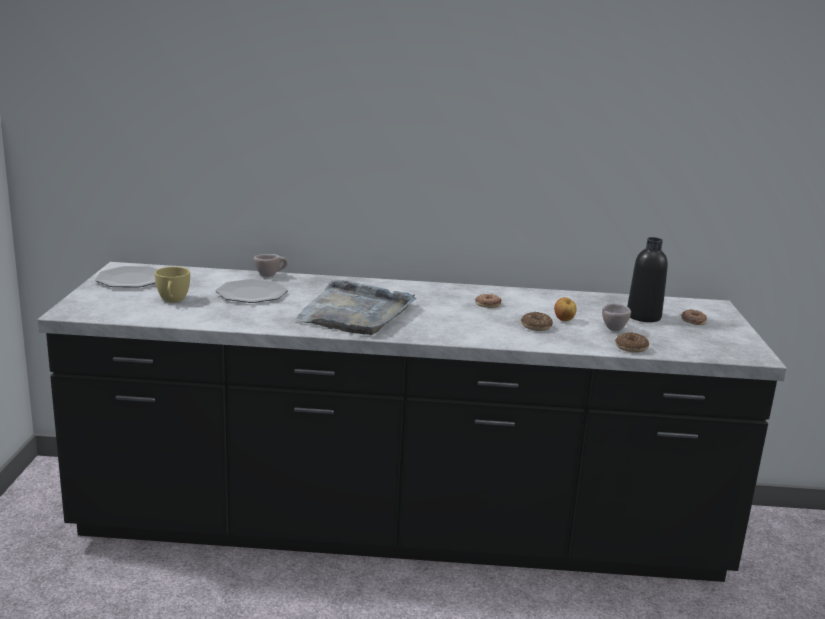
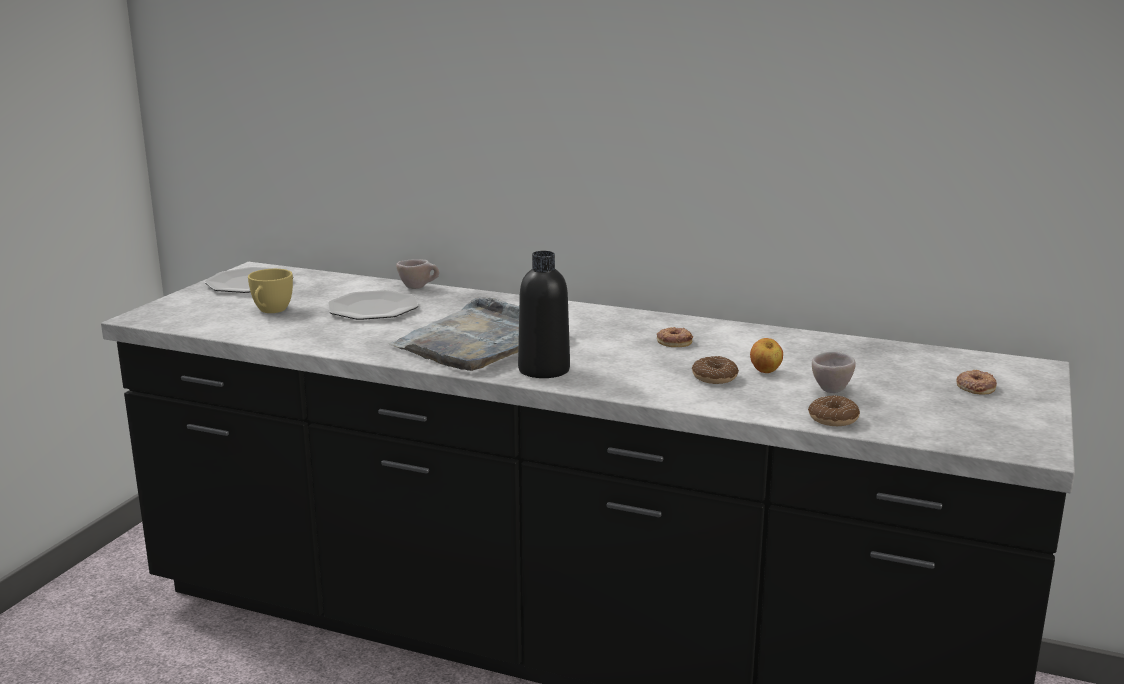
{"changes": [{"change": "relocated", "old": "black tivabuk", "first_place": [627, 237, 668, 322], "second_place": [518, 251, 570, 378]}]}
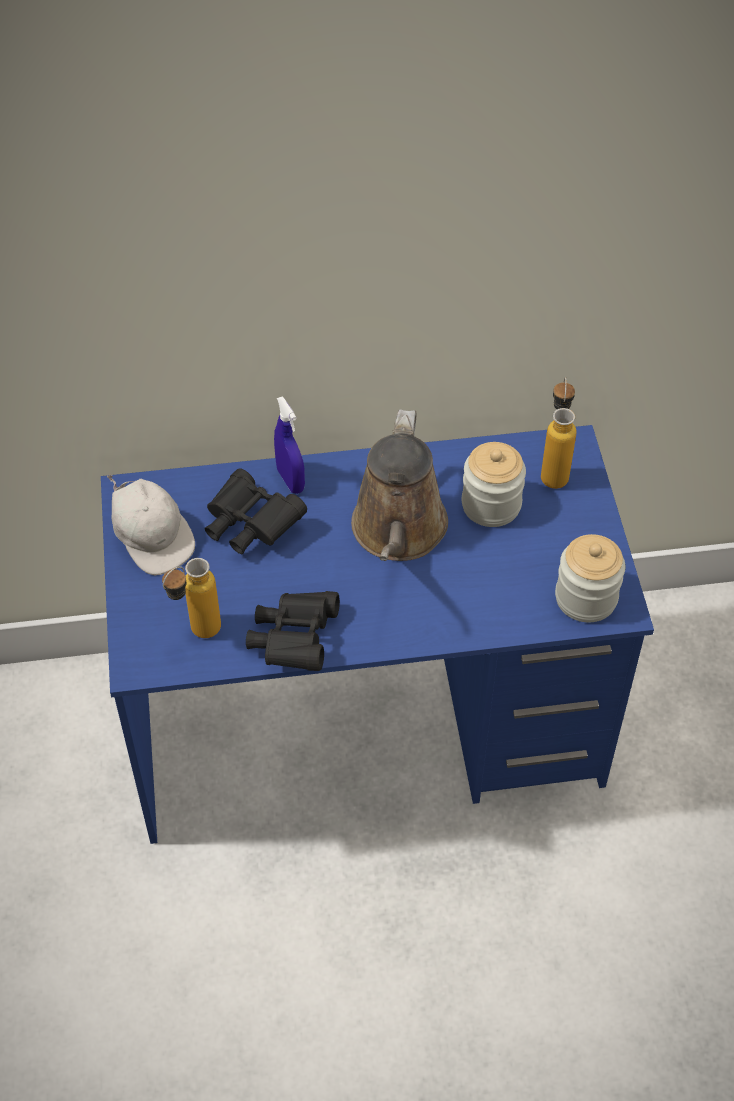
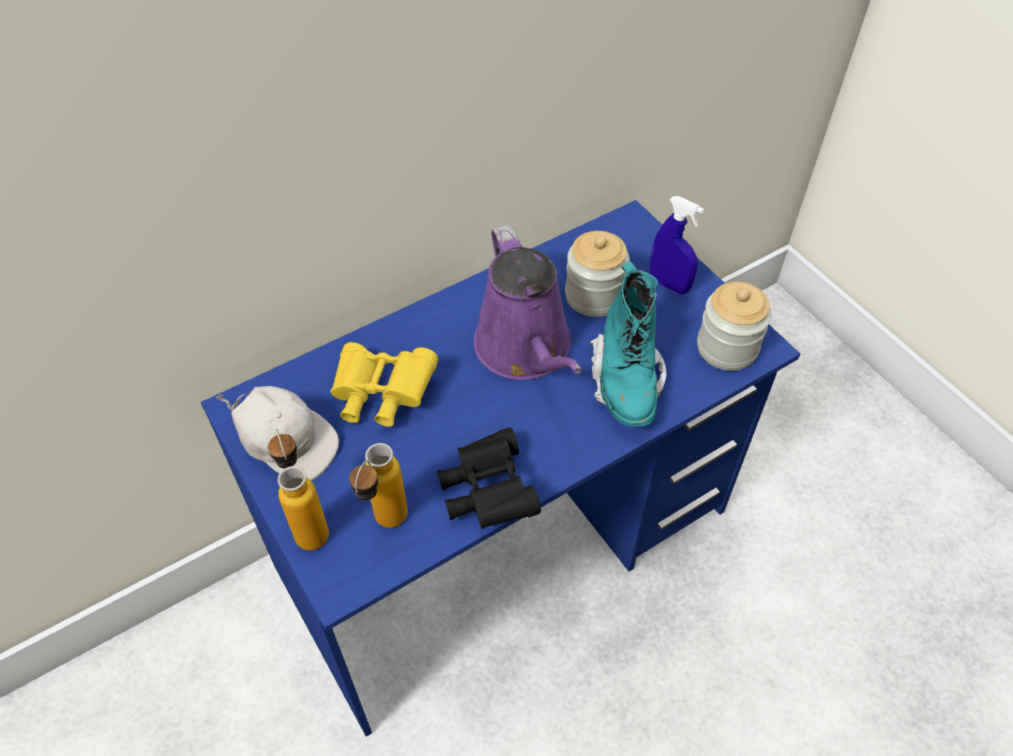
{"changes": [{"change": "relocated", "old": "tivabuk", "first_place": [541, 377, 576, 489], "second_place": [268, 429, 329, 550]}, {"change": "relocated", "old": "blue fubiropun", "first_place": [274, 396, 305, 494], "second_place": [650, 196, 704, 294]}, {"change": "colour", "old": "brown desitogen", "new": "purple desitogen", "first_place": [351, 409, 448, 561], "second_place": [474, 225, 582, 380]}, {"change": "colour", "old": "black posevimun", "new": "yellow posevimun", "first_place": [205, 468, 307, 554], "second_place": [330, 342, 438, 427]}, {"change": "appeared", "new": "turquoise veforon", "second_place": [590, 261, 666, 427]}]}
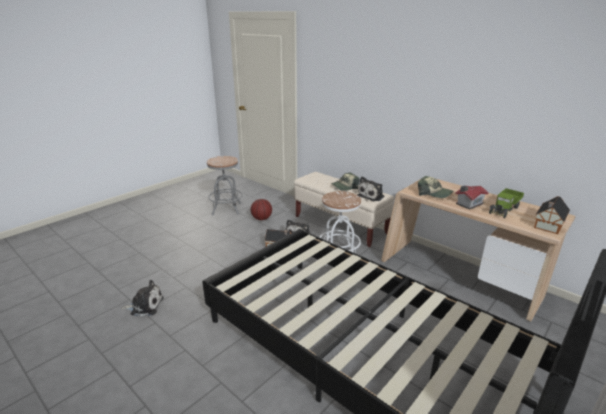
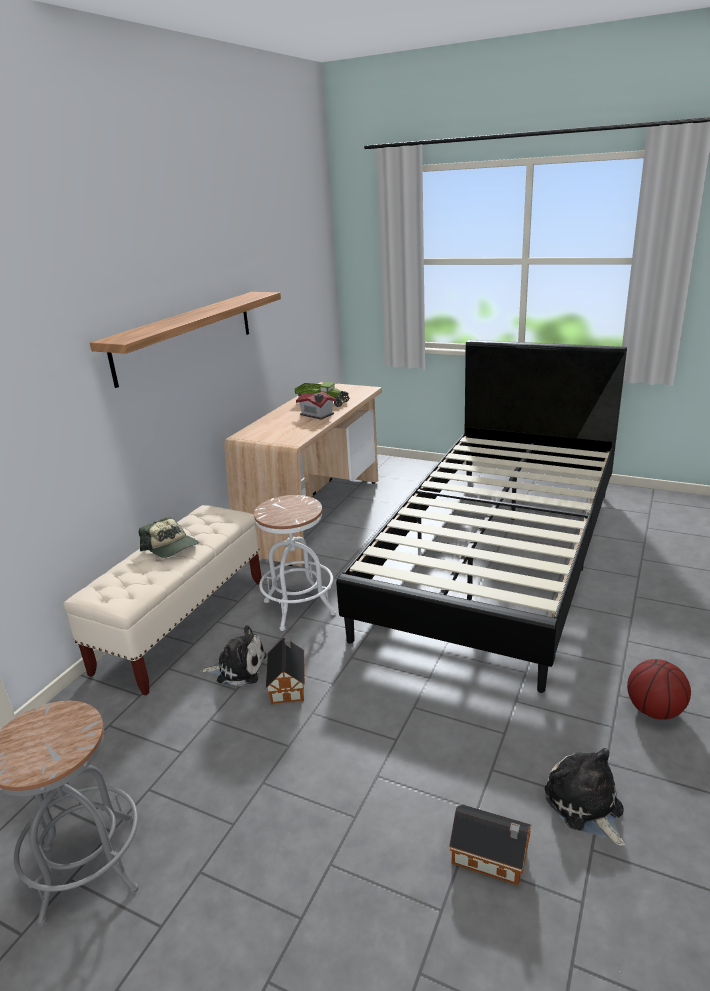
{"changes": [{"change": "missing", "old": "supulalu", "first_place": [418, 176, 453, 198]}, {"change": "missing", "old": "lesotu", "first_place": [357, 177, 385, 201]}, {"change": "relocated", "old": "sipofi", "first_place": [534, 196, 570, 234], "second_place": [449, 804, 531, 885]}, {"change": "relocated", "old": "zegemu", "first_place": [251, 199, 272, 220], "second_place": [627, 659, 691, 720]}, {"change": "appeared", "new": "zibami", "second_place": [90, 292, 281, 388]}]}
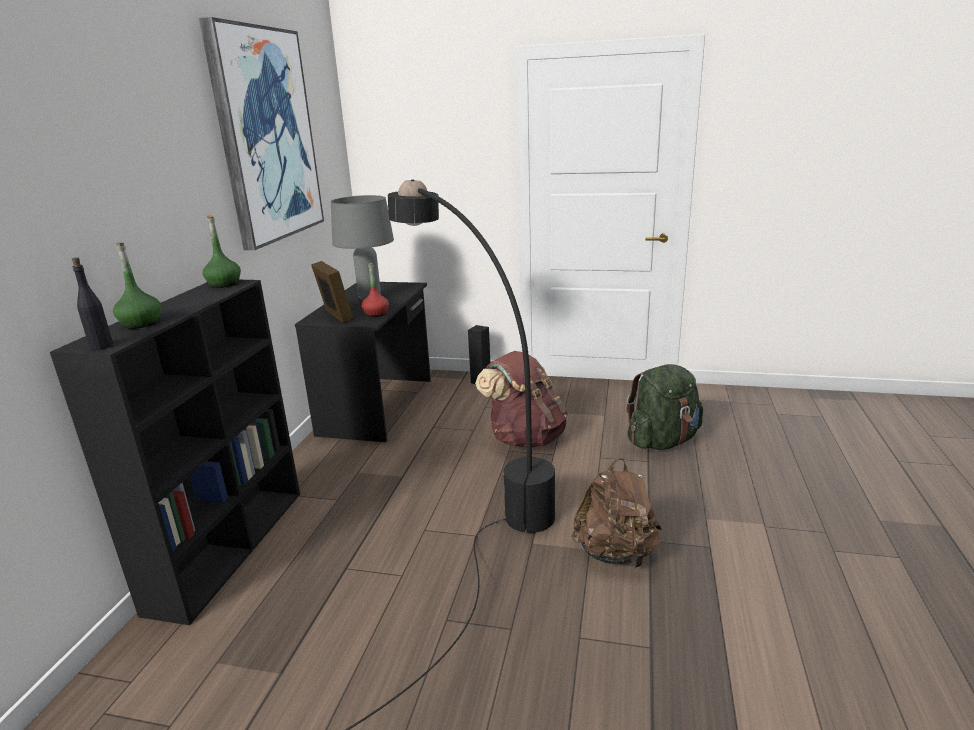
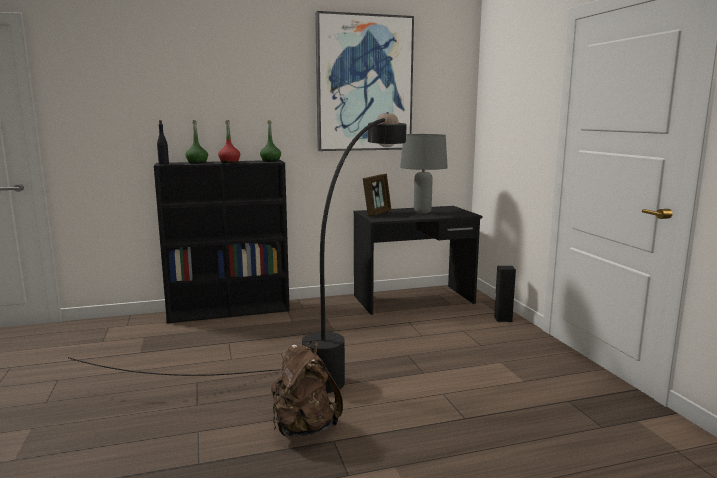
{"changes": [{"change": "relocated", "old": "red tivabuk", "first_place": [362, 263, 389, 317], "second_place": [218, 120, 240, 163]}, {"change": "missing", "old": "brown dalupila", "first_place": [475, 351, 568, 448]}, {"change": "missing", "old": "green dalupila", "first_place": [627, 364, 703, 450]}]}
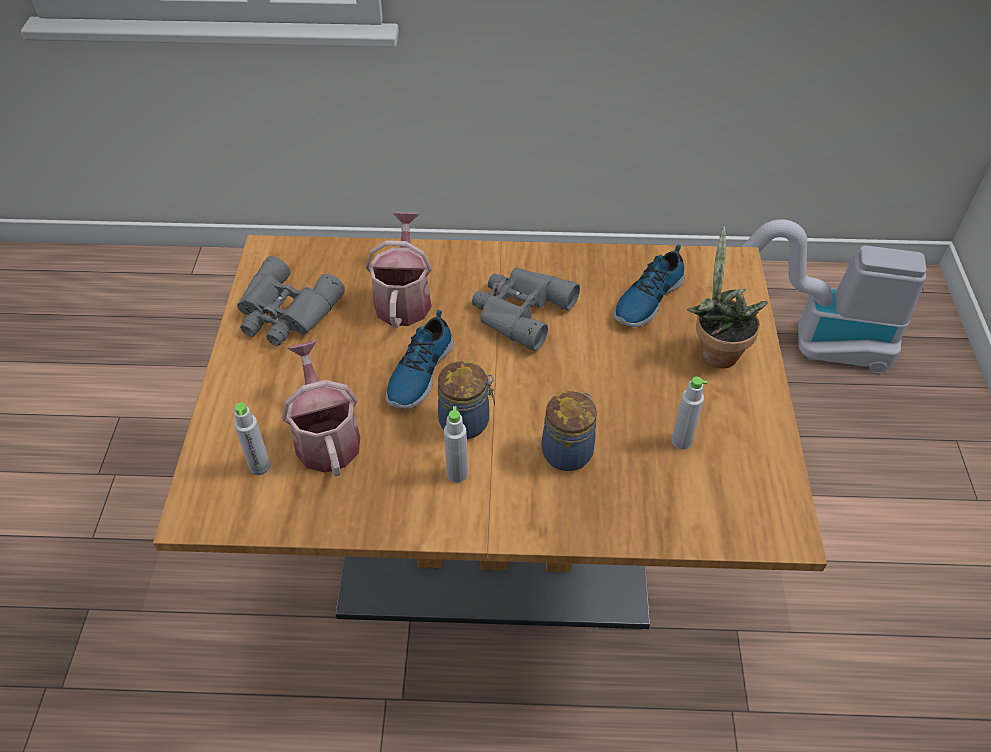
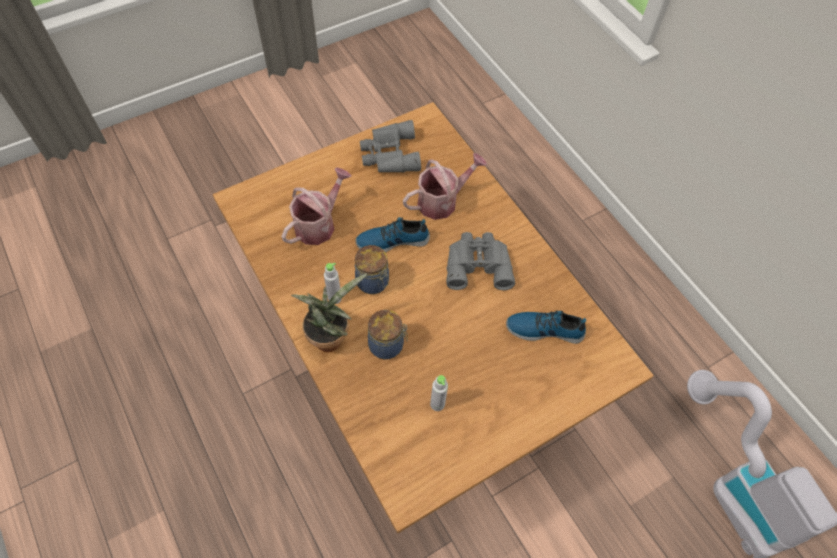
{"changes": [{"change": "relocated", "old": "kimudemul", "first_place": [687, 226, 768, 368], "second_place": [291, 274, 367, 352]}, {"change": "missing", "old": "grey tivabuk", "first_place": [234, 402, 271, 475]}]}
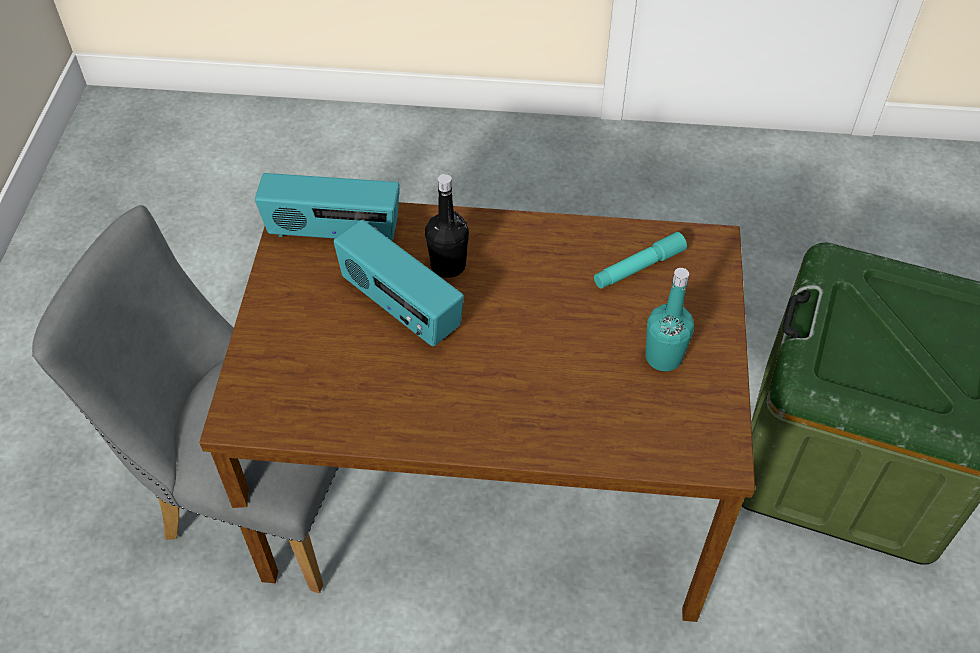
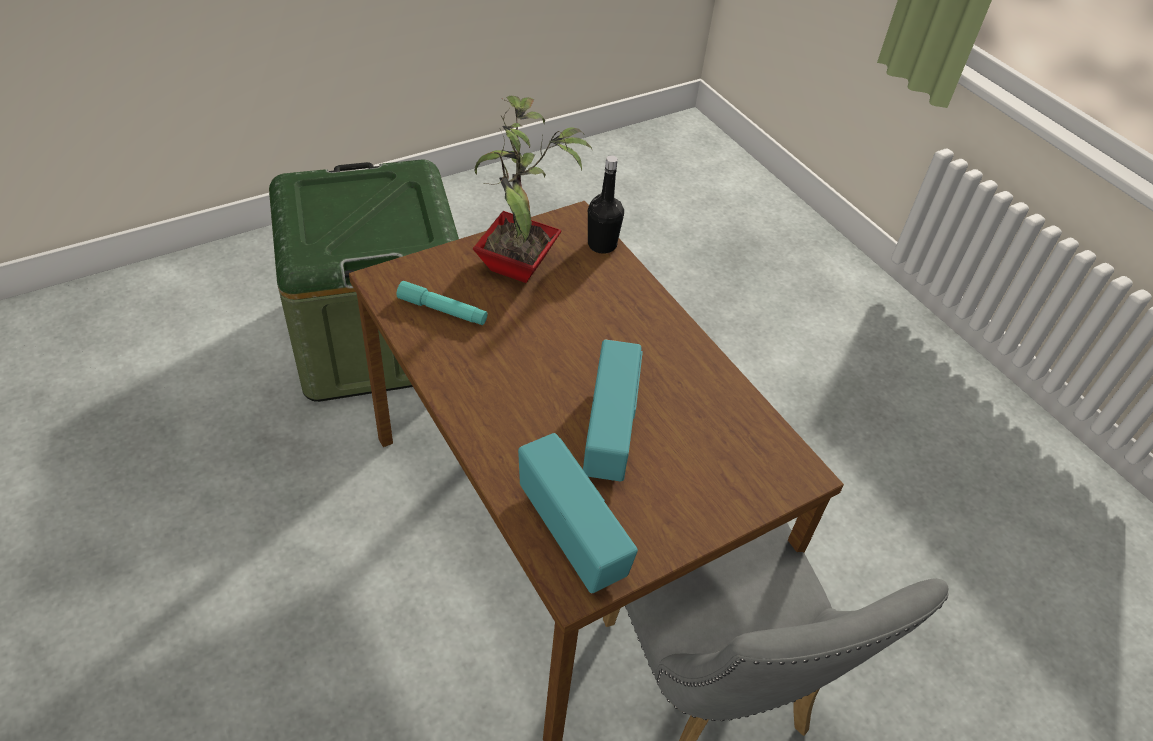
{"changes": [{"change": "relocated", "old": "black tivabuk", "first_place": [425, 174, 469, 278], "second_place": [588, 155, 624, 254]}, {"change": "exchanged", "old": "turquoise tivabuk", "new": "kimudemul", "first_place": [645, 268, 694, 371], "second_place": [473, 95, 593, 283]}]}
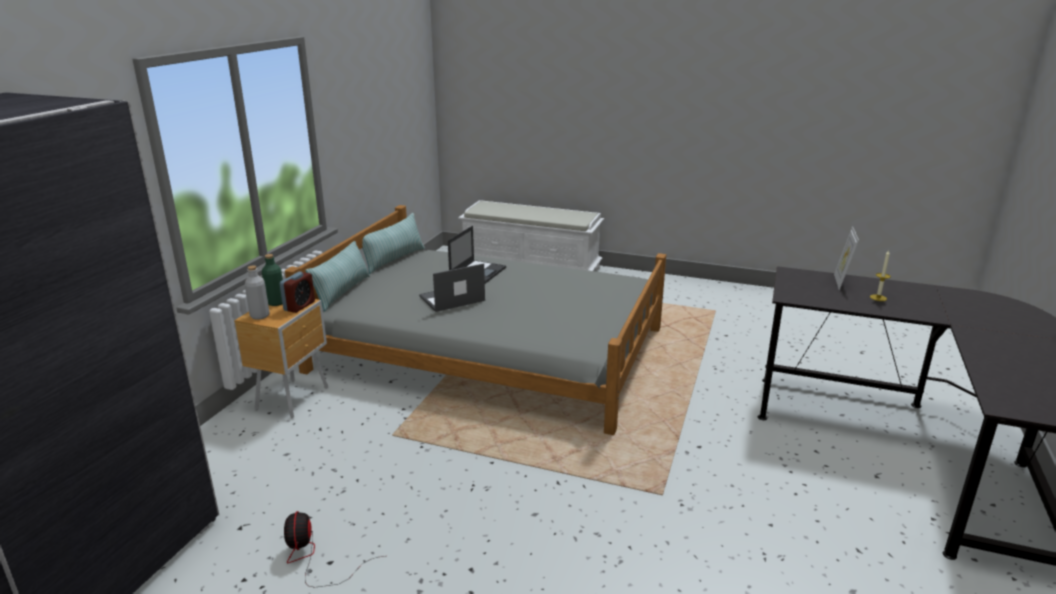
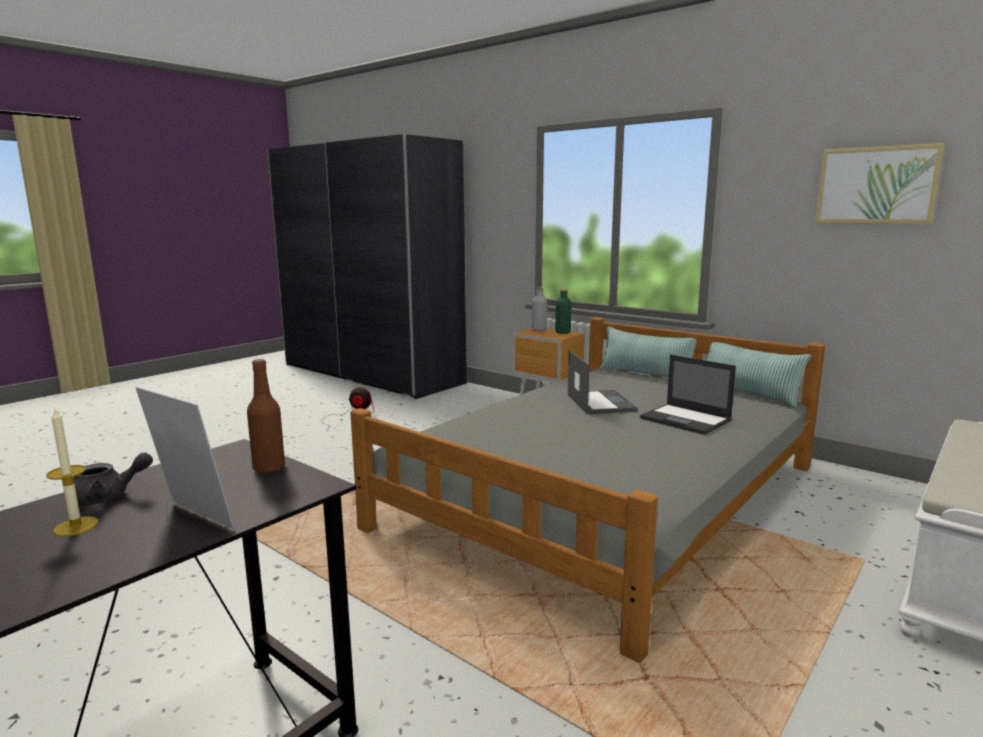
{"changes": [{"change": "missing", "old": "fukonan", "first_place": [280, 272, 315, 313]}, {"change": "appeared", "new": "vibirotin", "second_place": [815, 143, 944, 224]}, {"change": "appeared", "new": "brown tivabuk", "second_place": [247, 359, 285, 473]}, {"change": "appeared", "new": "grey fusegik", "second_place": [74, 452, 153, 505]}]}
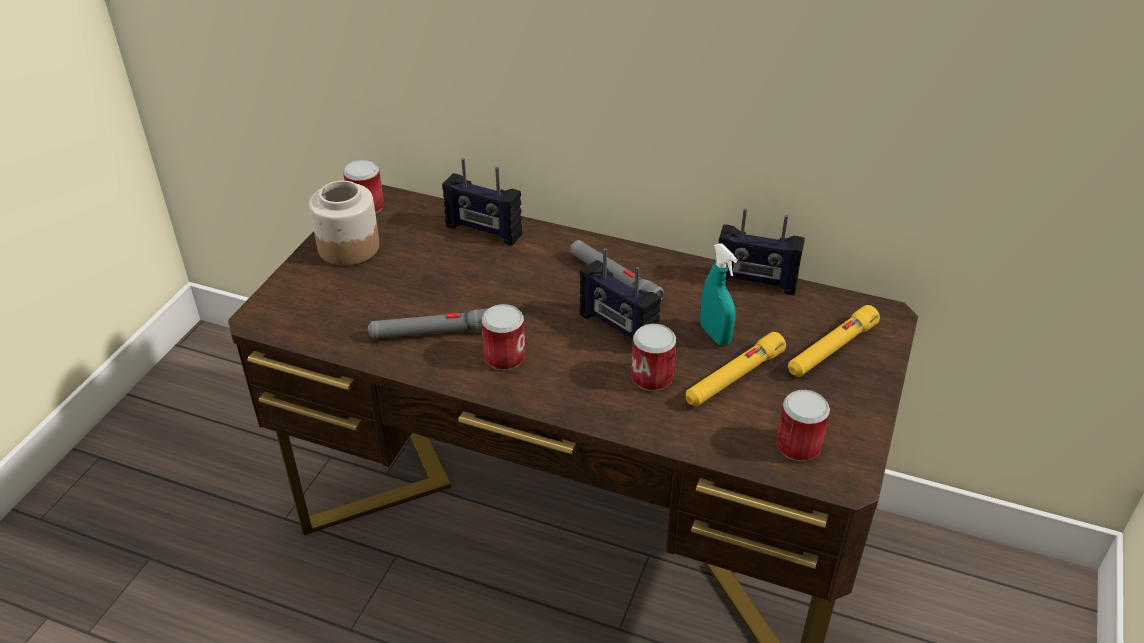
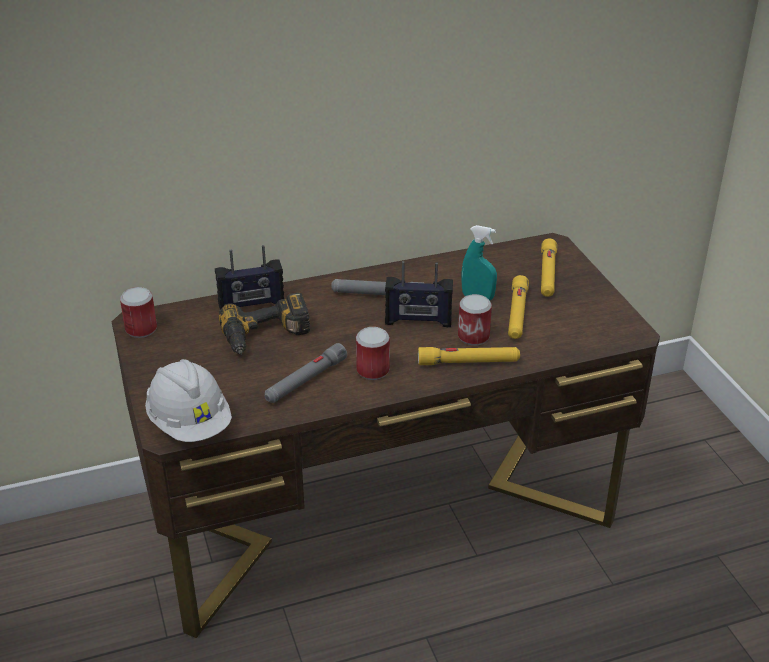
{"changes": [{"change": "missing", "old": "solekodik", "first_place": [309, 181, 380, 266]}, {"change": "missing", "old": "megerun", "first_place": [719, 208, 805, 295]}, {"change": "missing", "old": "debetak", "first_place": [776, 390, 830, 461]}, {"change": "appeared", "new": "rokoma", "second_place": [219, 293, 310, 355]}, {"change": "appeared", "new": "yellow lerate", "second_place": [418, 347, 520, 365]}, {"change": "appeared", "new": "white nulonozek", "second_place": [145, 359, 232, 442]}]}
